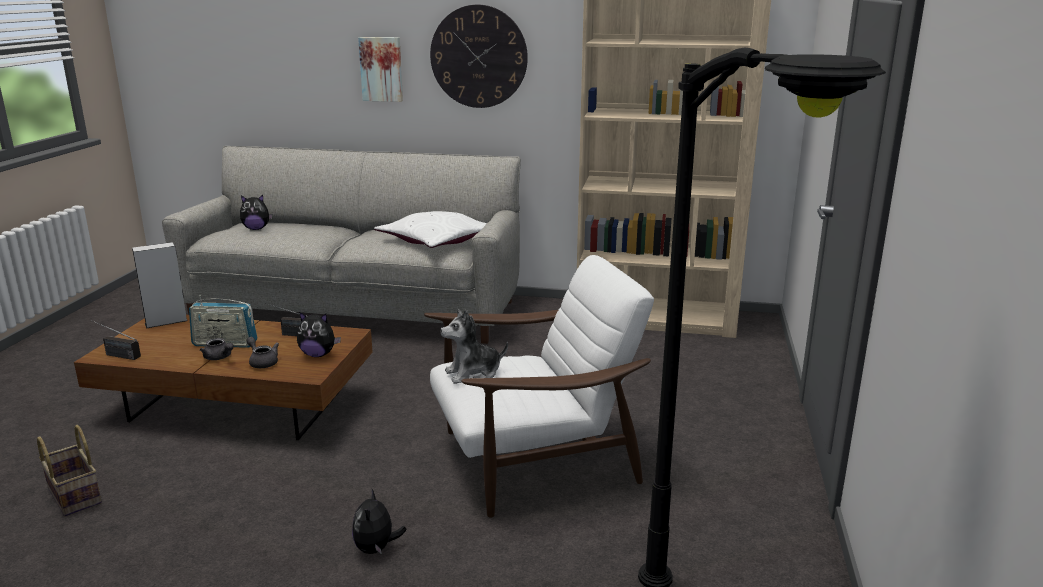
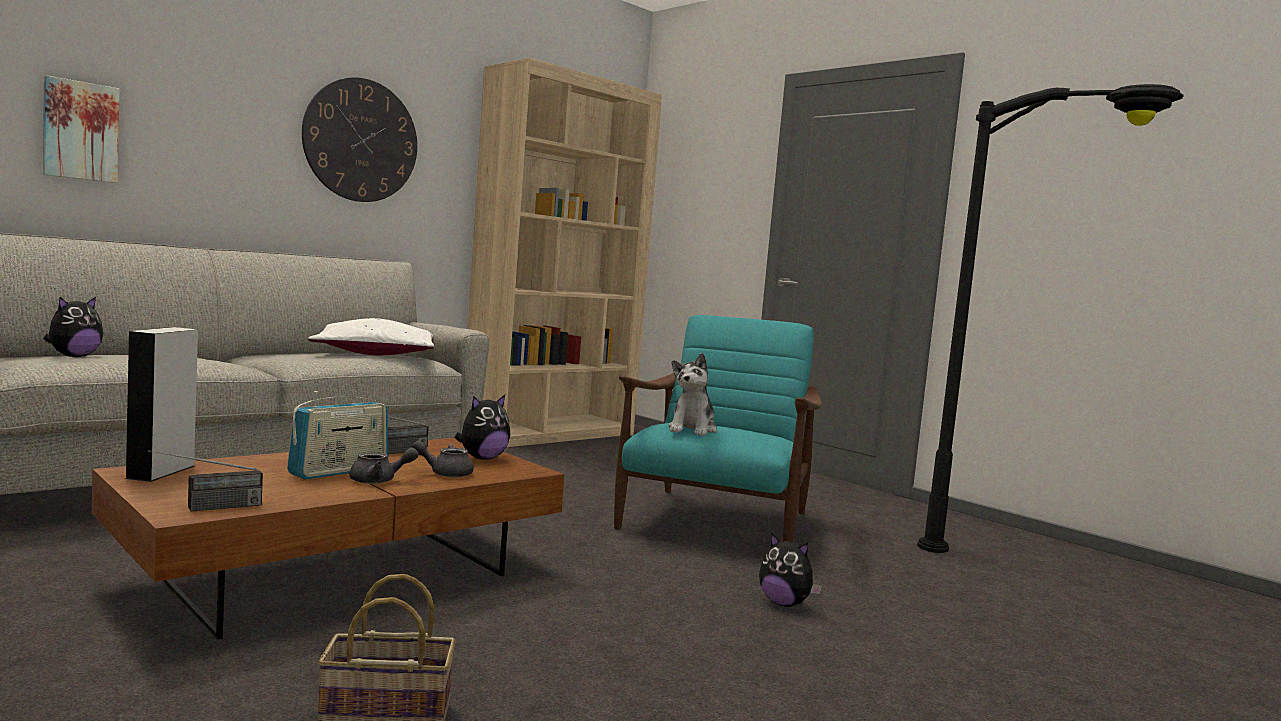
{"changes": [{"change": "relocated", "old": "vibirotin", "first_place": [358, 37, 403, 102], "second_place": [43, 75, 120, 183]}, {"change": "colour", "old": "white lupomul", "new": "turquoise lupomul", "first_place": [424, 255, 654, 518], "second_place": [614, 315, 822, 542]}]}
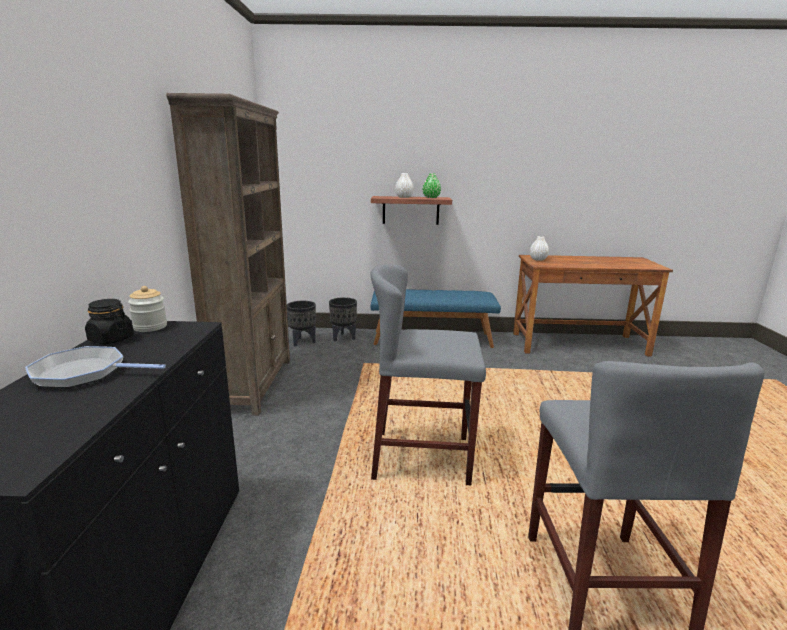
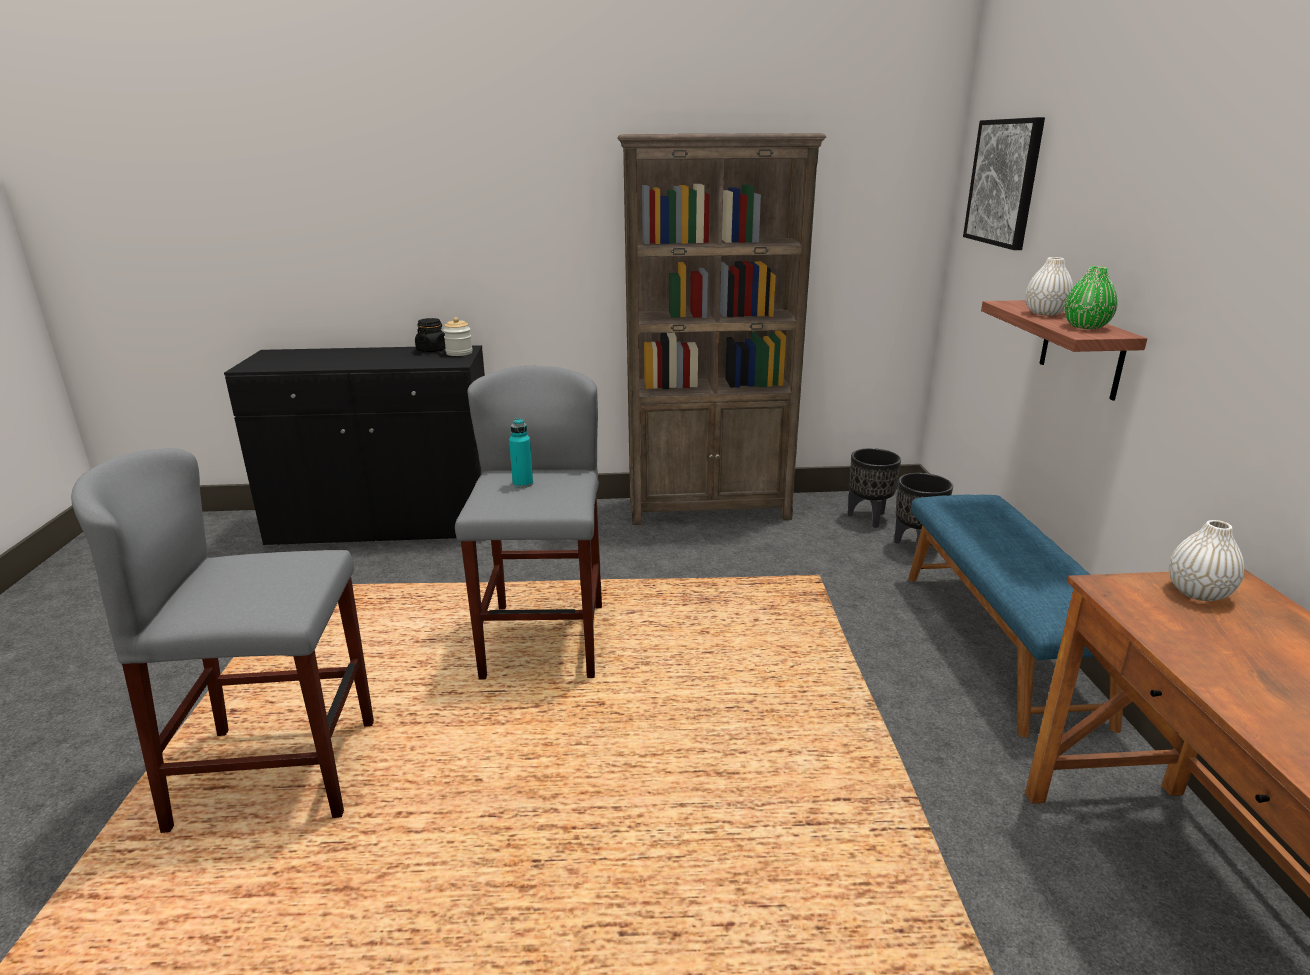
{"changes": [{"change": "missing", "old": "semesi", "first_place": [25, 346, 166, 388]}, {"change": "appeared", "new": "vibirotin", "second_place": [963, 117, 1045, 250]}, {"change": "appeared", "new": "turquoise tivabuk", "second_place": [509, 418, 533, 488]}]}
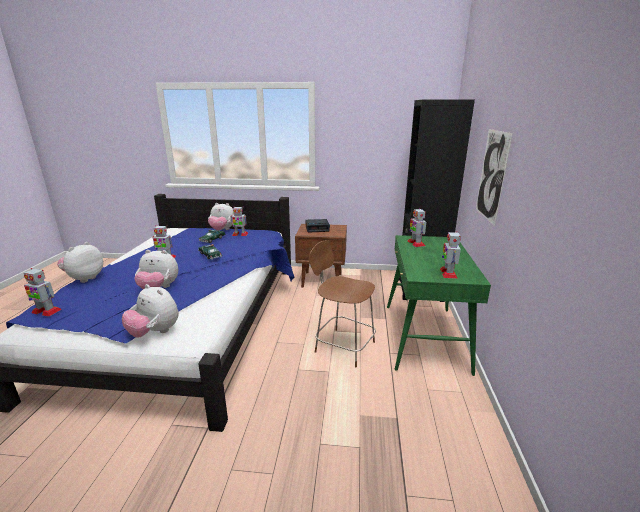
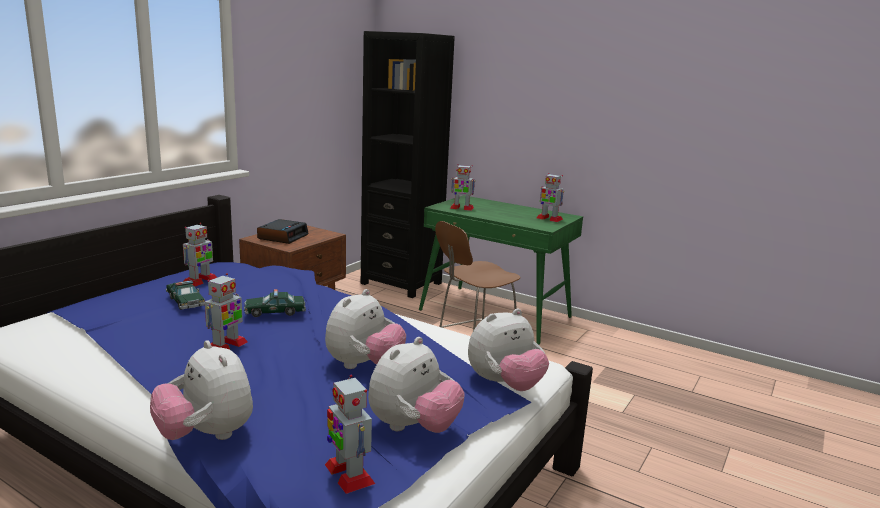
{"changes": [{"change": "missing", "old": "vibirotin", "first_place": [476, 129, 513, 226]}, {"change": "relocated", "old": "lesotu", "first_place": [208, 203, 234, 230], "second_place": [368, 337, 465, 433]}, {"change": "spun", "old": "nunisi", "first_place": [24, 268, 62, 317], "second_place": [325, 375, 375, 494], "degrees": 105}]}
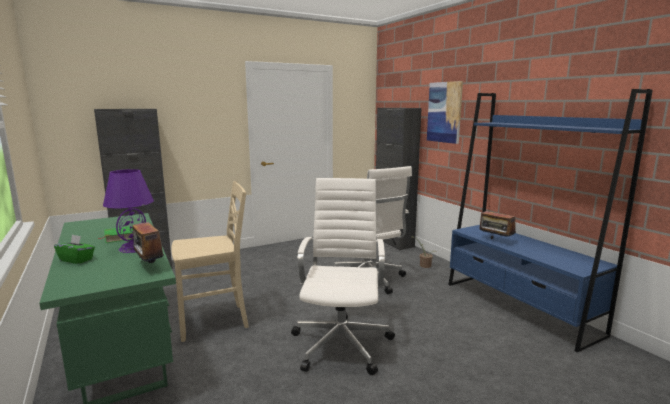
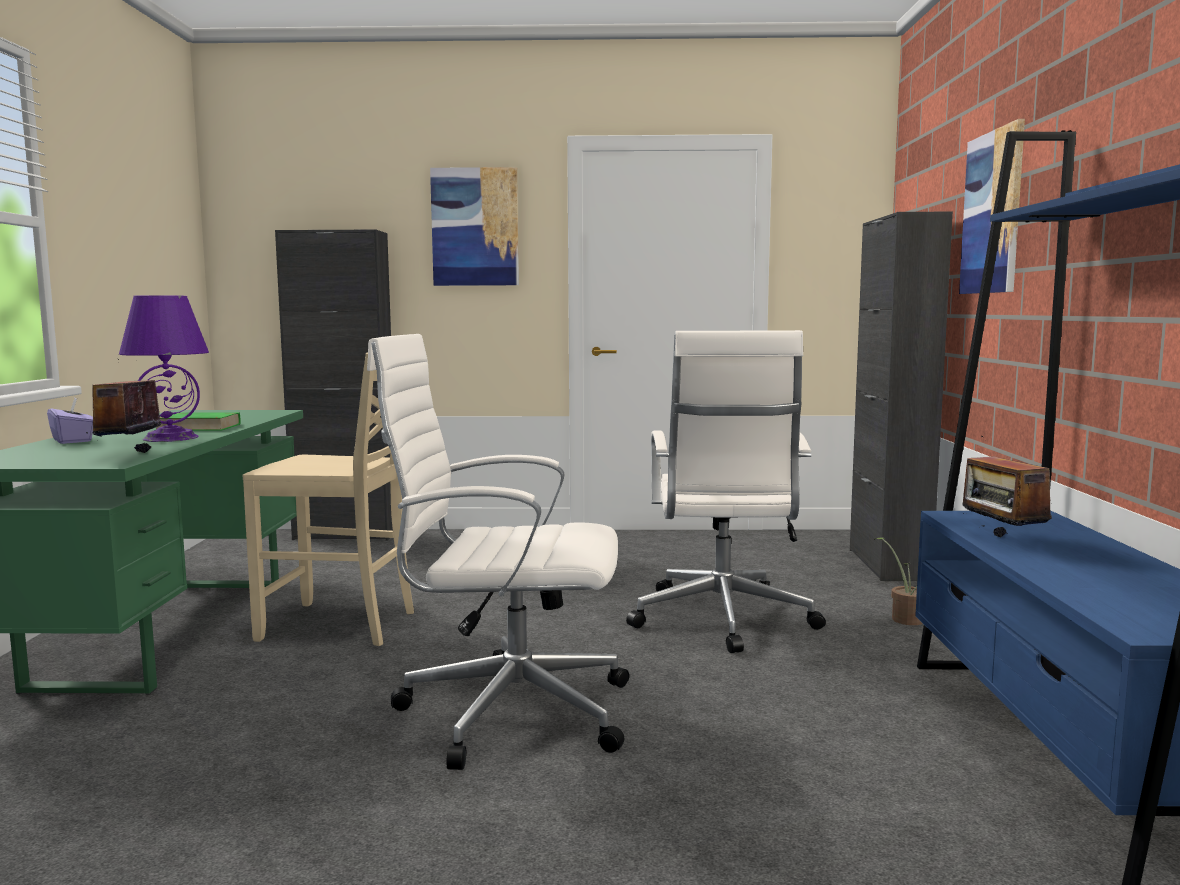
{"changes": [{"change": "spun", "old": "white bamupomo", "first_place": [291, 178, 395, 375], "second_place": [367, 334, 629, 770], "degrees": -120}, {"change": "colour", "old": "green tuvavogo", "new": "purple tuvavogo", "first_place": [54, 235, 95, 264], "second_place": [47, 398, 93, 444]}, {"change": "appeared", "new": "vibirotin", "second_place": [430, 167, 519, 286]}]}
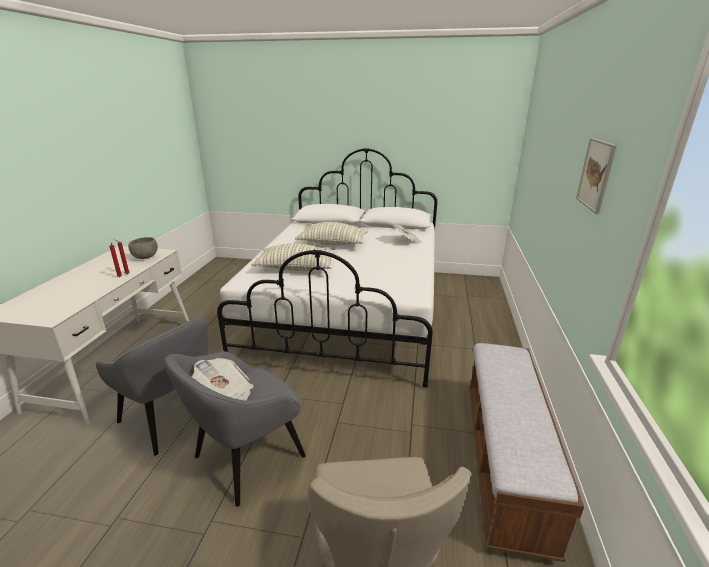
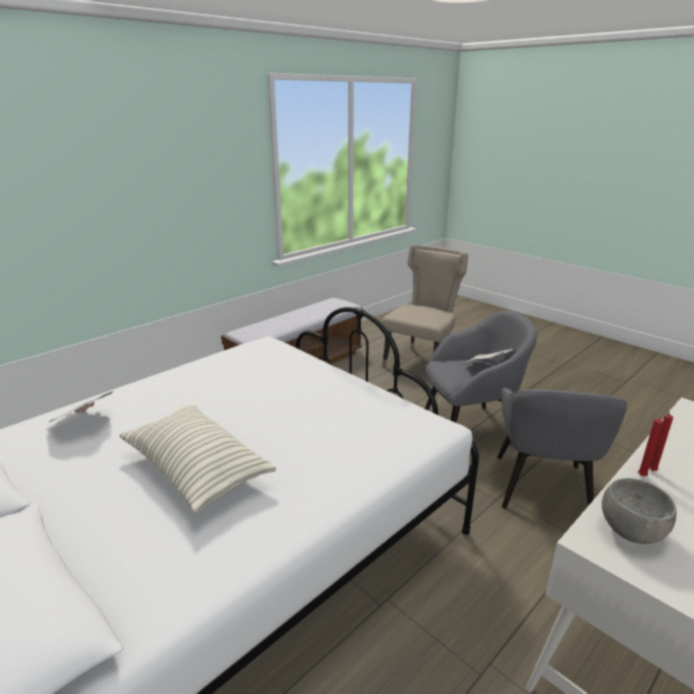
{"changes": [{"change": "missing", "old": "vibirotin", "first_place": [576, 138, 617, 214]}, {"change": "missing", "old": "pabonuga", "first_place": [251, 243, 336, 271]}, {"change": "spun", "old": "grey lupomul", "first_place": [96, 317, 208, 456], "second_place": [497, 388, 627, 509], "degrees": -150}]}
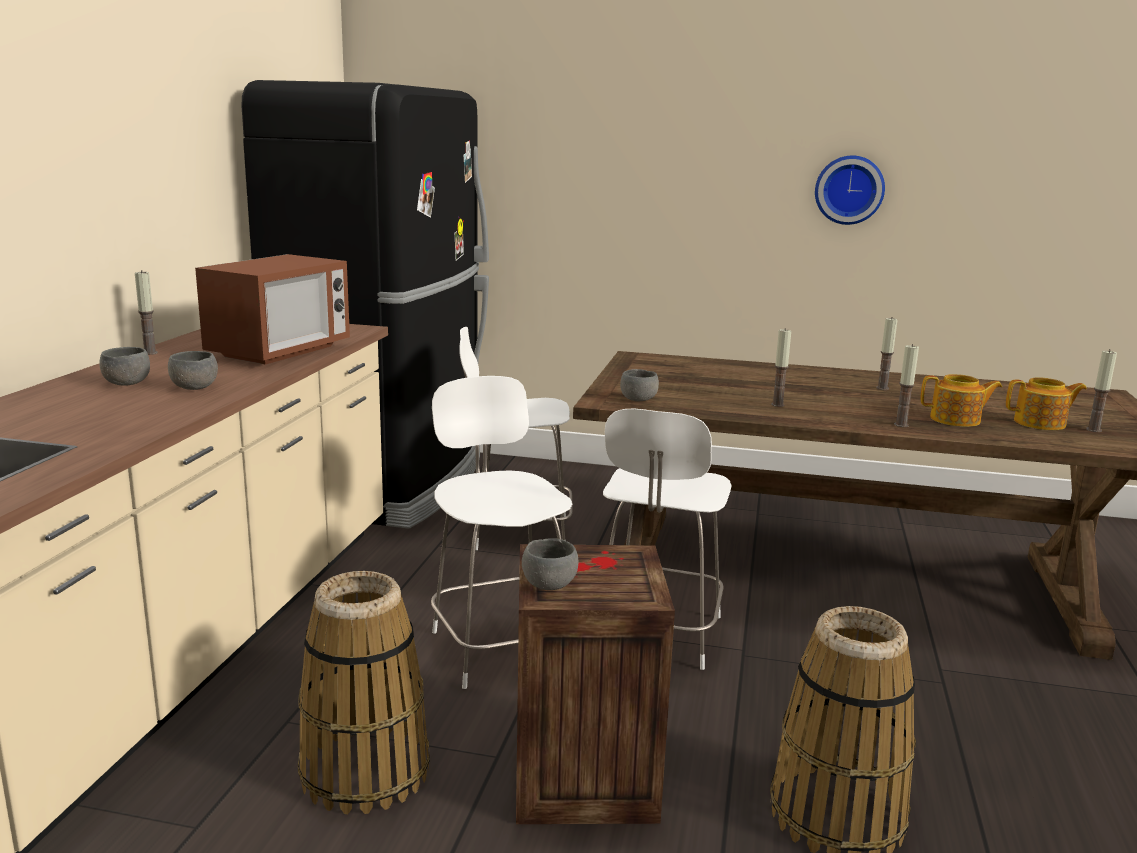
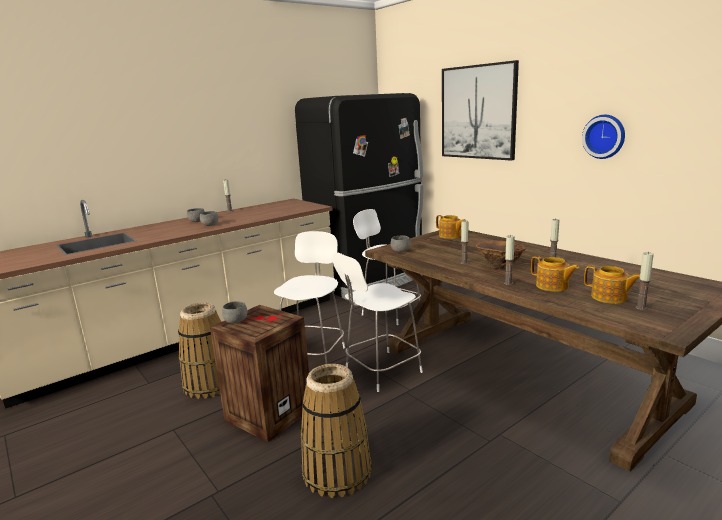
{"changes": [{"change": "missing", "old": "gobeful", "first_place": [195, 254, 350, 365]}, {"change": "appeared", "new": "vibirotin", "second_place": [442, 60, 519, 161]}, {"change": "appeared", "new": "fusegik", "second_place": [436, 215, 466, 239]}, {"change": "appeared", "new": "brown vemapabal", "second_place": [476, 241, 526, 269]}]}
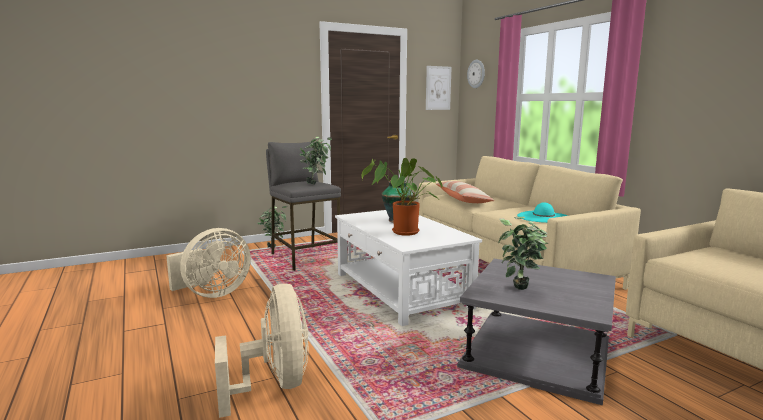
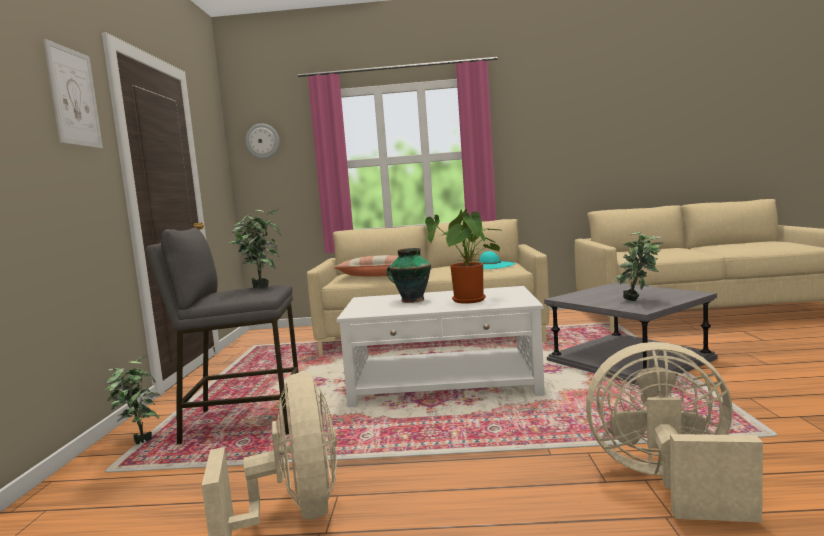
{"changes": [{"change": "relocated", "old": "vibirotin", "first_place": [426, 66, 452, 110], "second_place": [43, 39, 103, 148]}]}
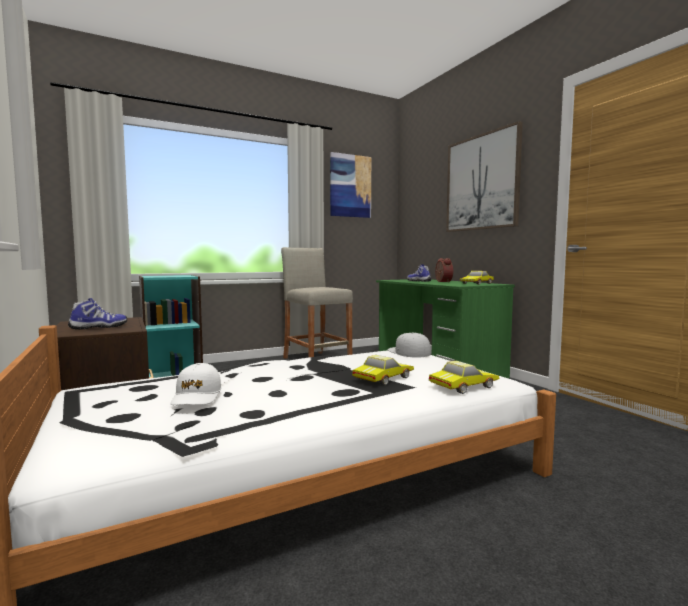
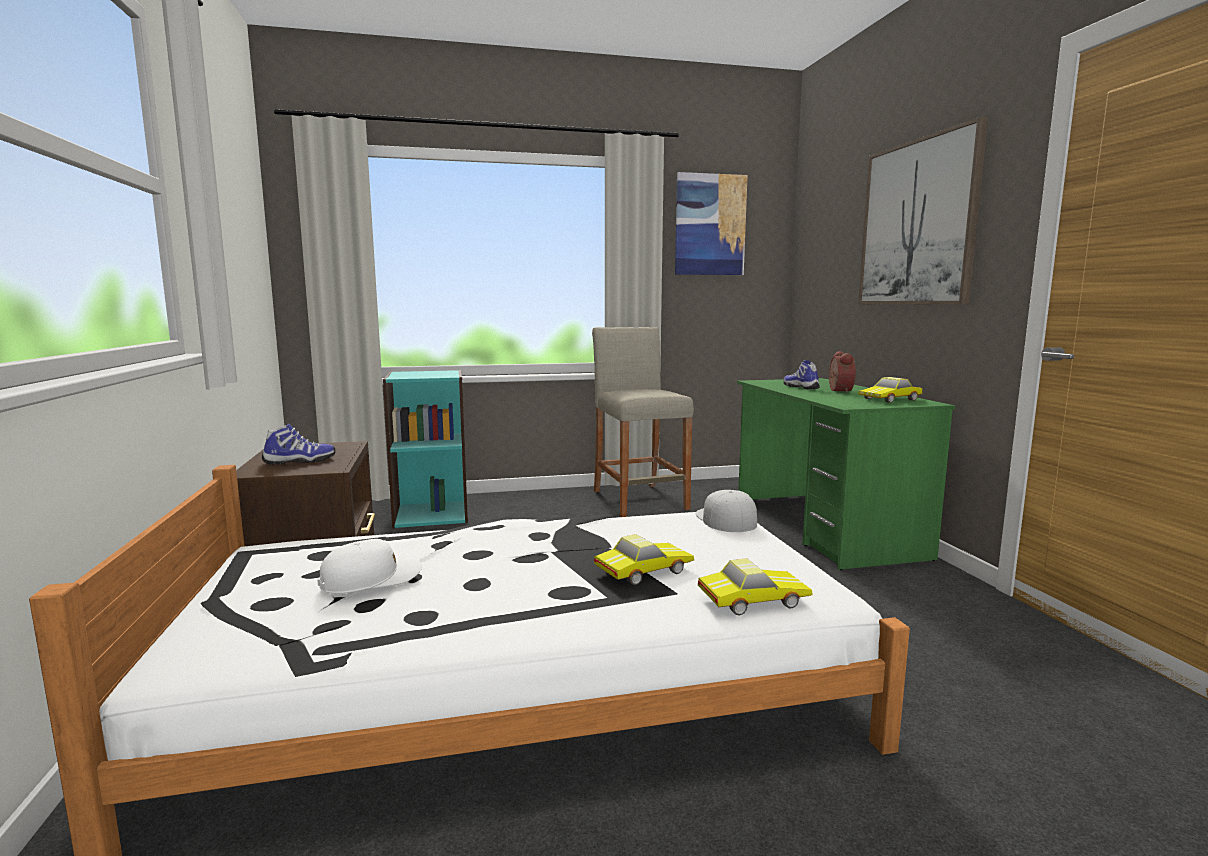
{"changes": [{"change": "spun", "old": "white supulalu", "first_place": [171, 363, 222, 405], "second_place": [317, 539, 422, 594], "degrees": -135}]}
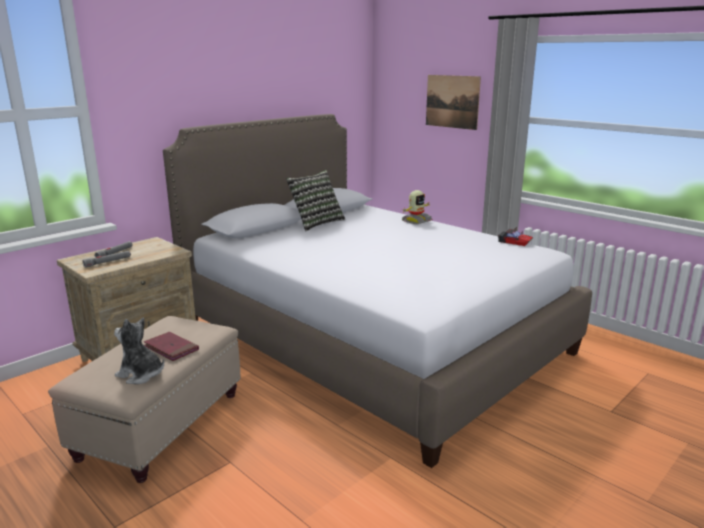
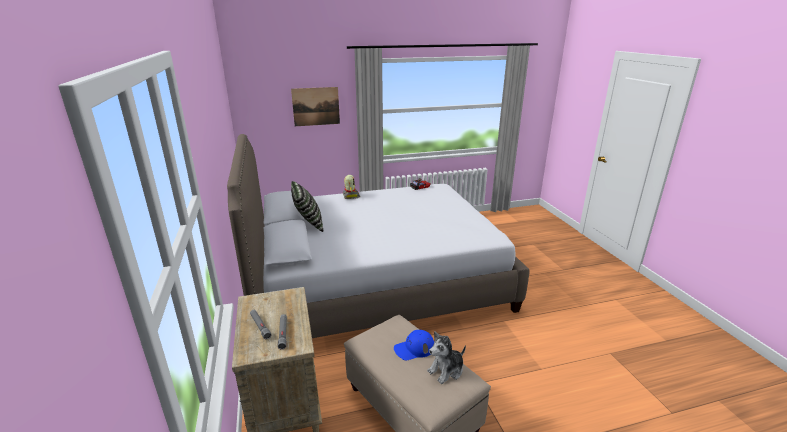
{"changes": [{"change": "exchanged", "old": "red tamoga", "new": "blue supulalu", "first_place": [144, 332, 199, 361], "second_place": [394, 330, 434, 360]}]}
